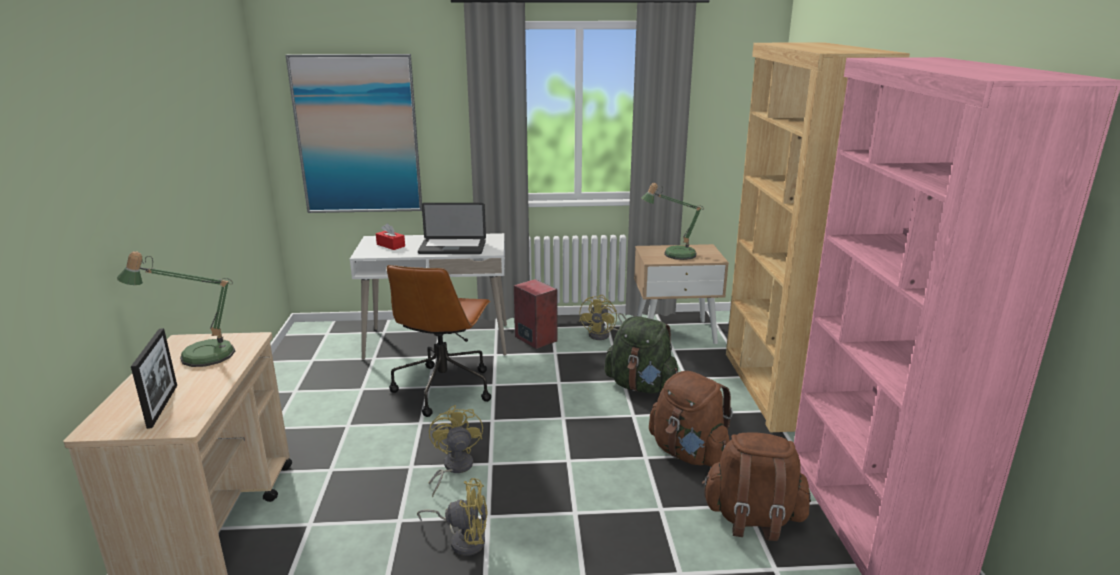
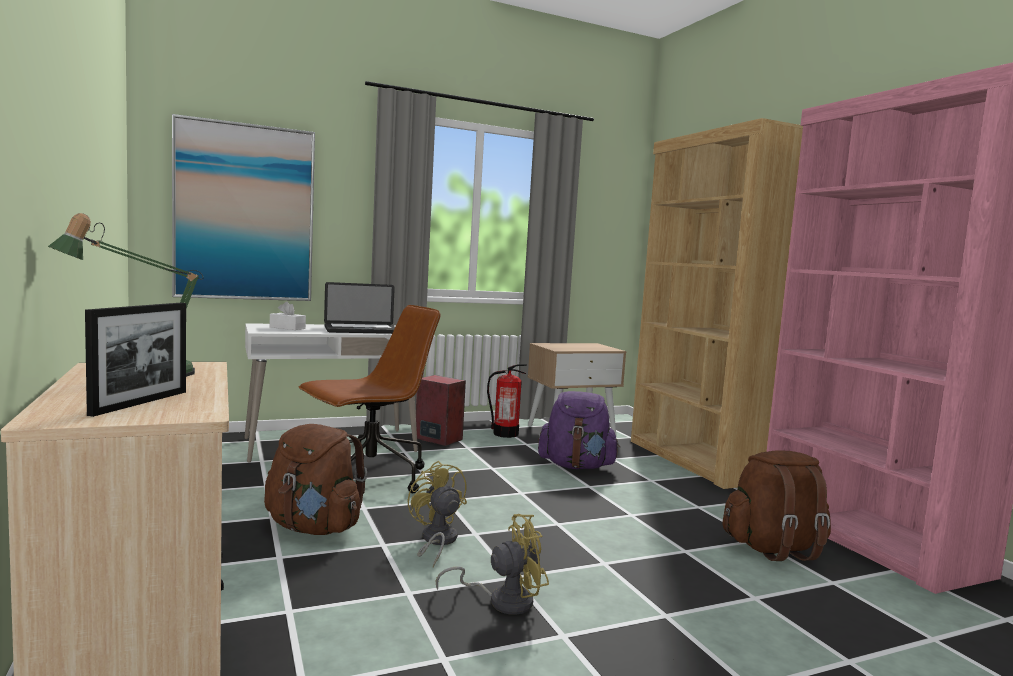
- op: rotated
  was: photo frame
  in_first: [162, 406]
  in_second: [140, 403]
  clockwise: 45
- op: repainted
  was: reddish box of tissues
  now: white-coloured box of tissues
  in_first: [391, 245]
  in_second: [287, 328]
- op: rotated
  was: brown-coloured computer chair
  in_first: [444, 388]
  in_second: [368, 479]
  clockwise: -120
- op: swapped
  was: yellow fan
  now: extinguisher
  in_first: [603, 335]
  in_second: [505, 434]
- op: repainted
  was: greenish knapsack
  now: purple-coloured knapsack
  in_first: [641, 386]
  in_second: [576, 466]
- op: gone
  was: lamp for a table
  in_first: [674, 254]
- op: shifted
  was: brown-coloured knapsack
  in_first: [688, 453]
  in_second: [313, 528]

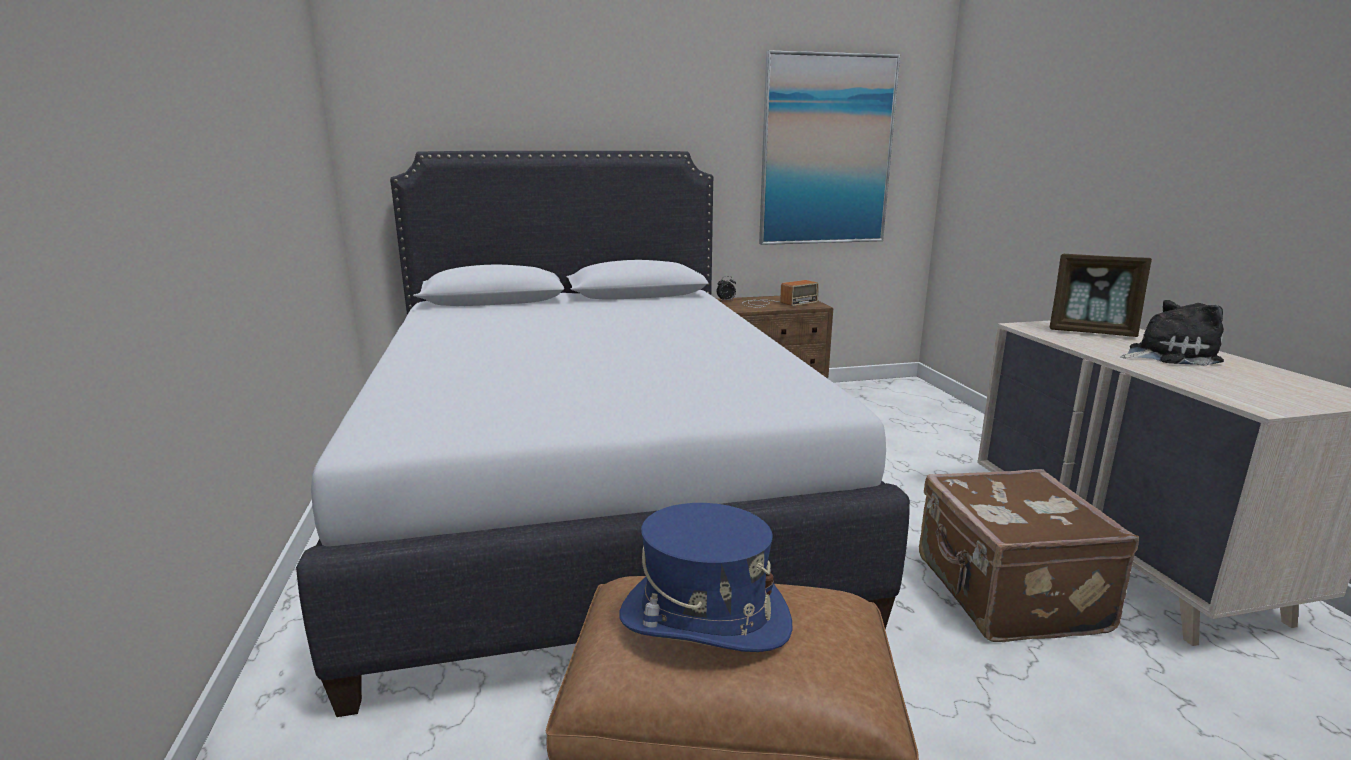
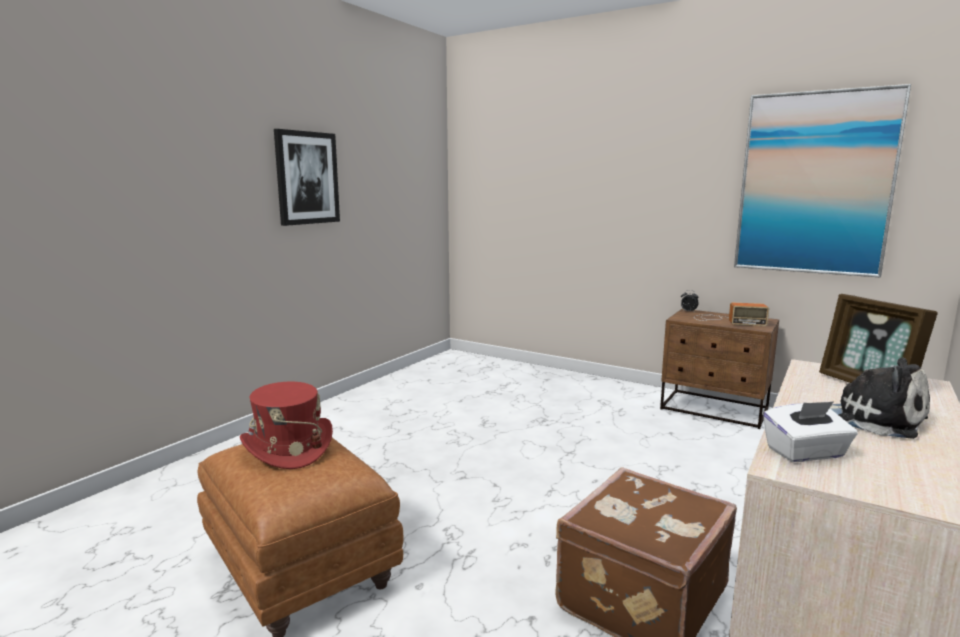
- op: gone
  was: white-coloured bedroom bed
  in_first: [589, 493]
- op: repainted
  was: blue hat
  now: reddish hat
  in_first: [704, 619]
  in_second: [287, 448]
- op: new
  now: wall art
  in_second: [307, 178]
- op: new
  now: white-coloured box of tissues
  in_second: [805, 453]

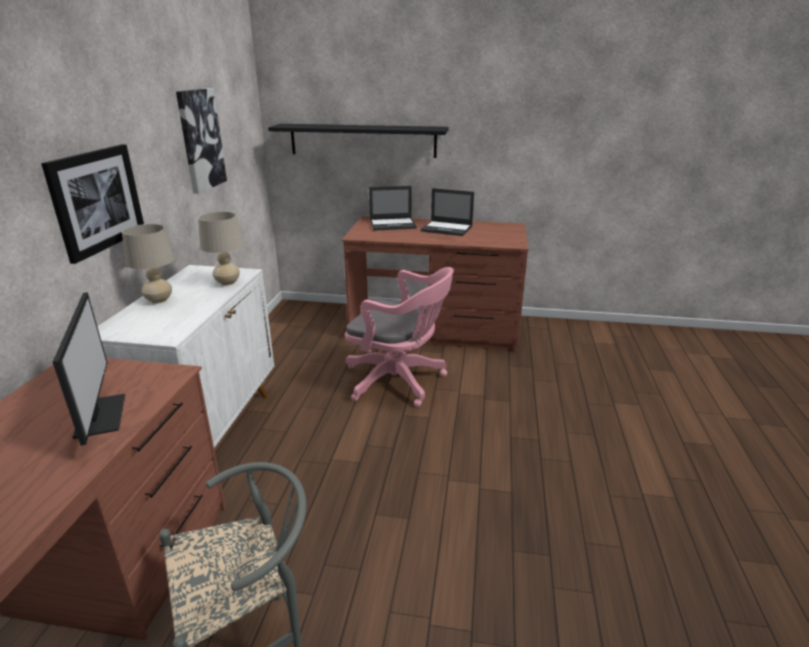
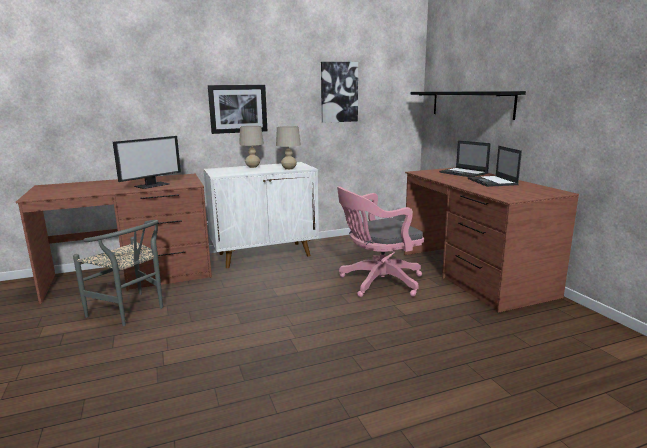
- op: rotated
  was: pinkish computer chair
  in_first: [399, 381]
  in_second: [377, 282]
  clockwise: 75

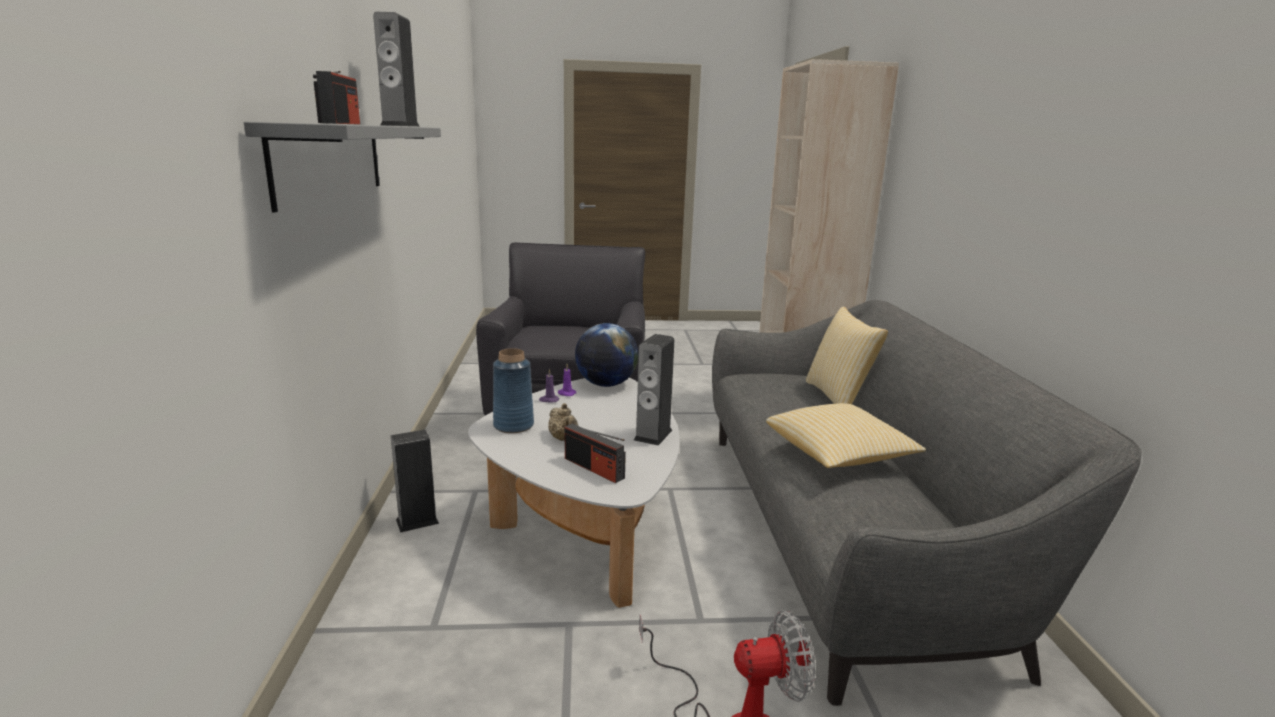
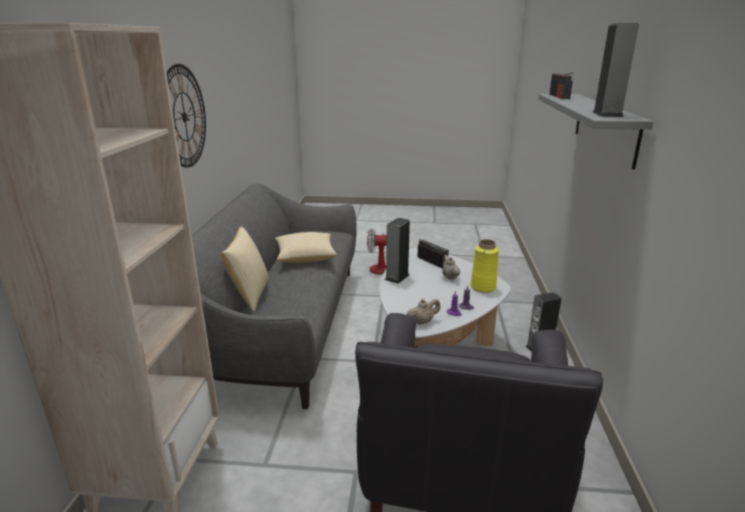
- op: repainted
  was: blue flower vase
  now: yellow flower vase
  in_first: [513, 425]
  in_second: [483, 287]
- op: swapped
  was: desk globe
  now: sand-coloured teapot
  in_first: [606, 384]
  in_second: [422, 322]
- op: new
  now: wall clock
  in_second: [184, 117]

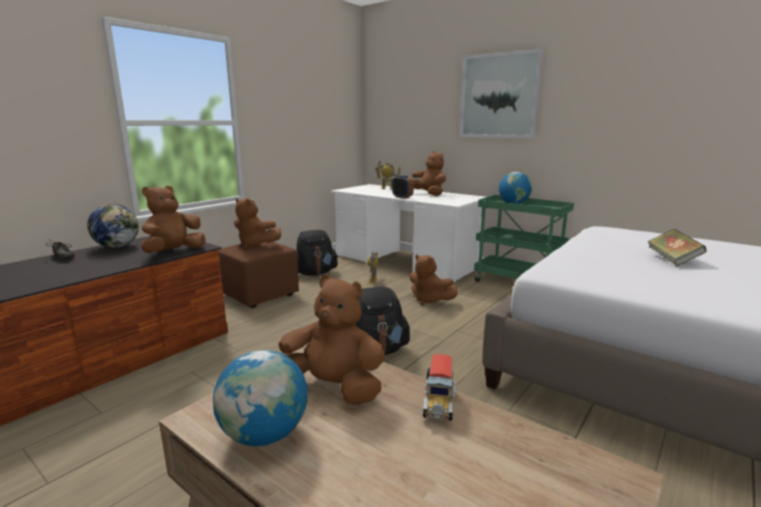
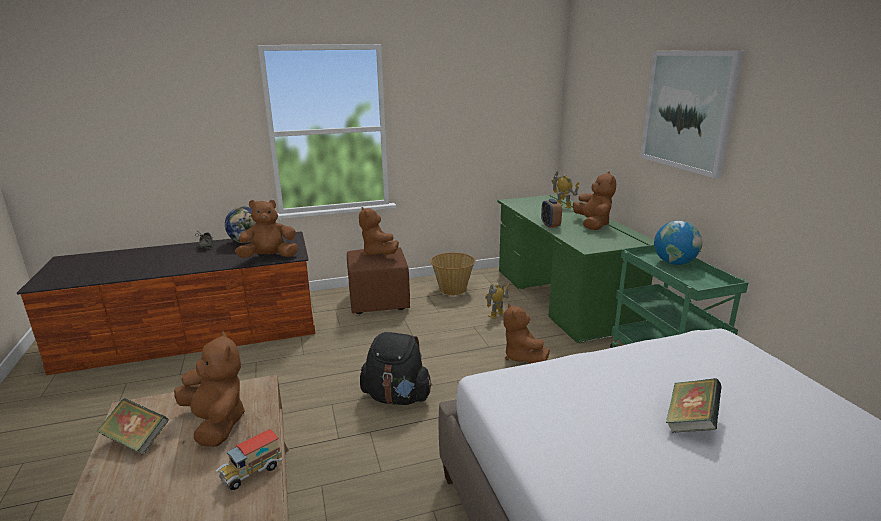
- op: swapped
  was: desk globe
  now: volume
  in_first: [264, 435]
  in_second: [137, 440]
- op: swapped
  was: black knapsack
  now: household basket
  in_first: [315, 273]
  in_second: [452, 289]
- op: repainted
  was: white-coloured desk unit
  now: greenish desk unit
  in_first: [406, 261]
  in_second: [563, 298]

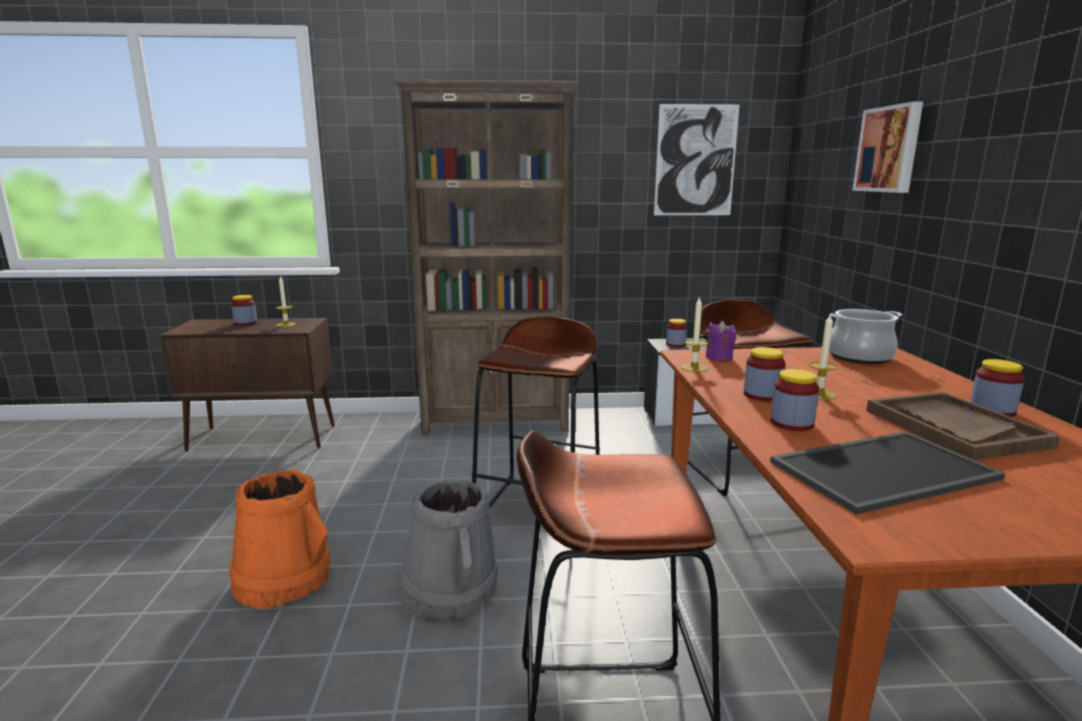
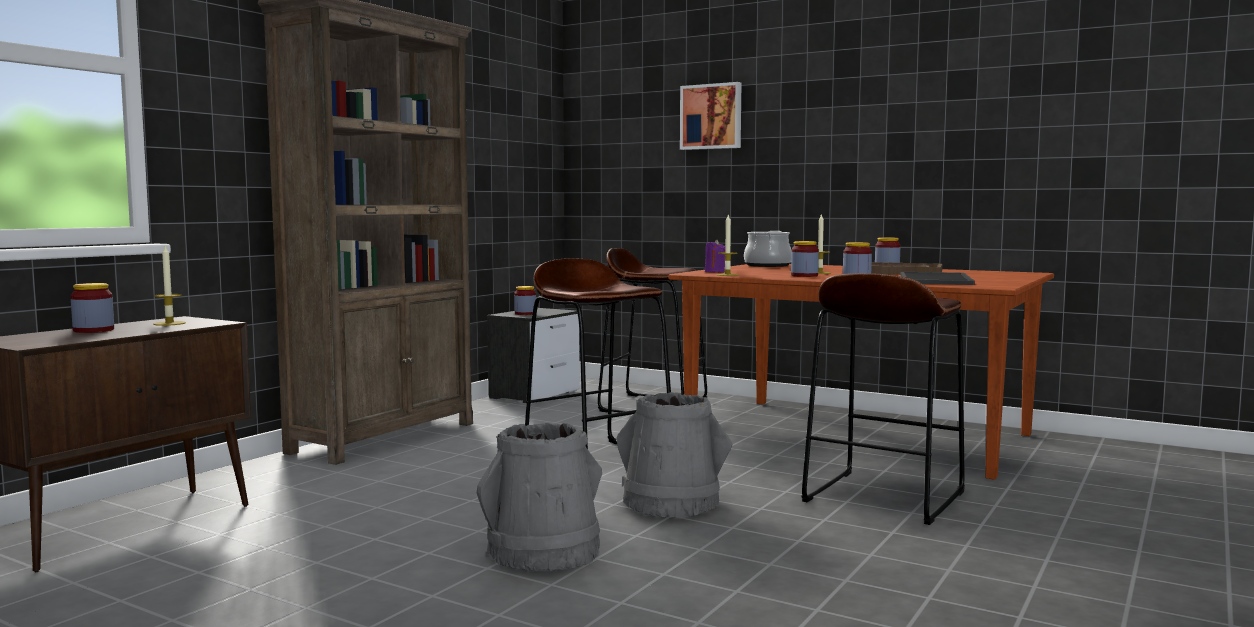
- op: repainted
  was: orange water bucket
  now: greyish water bucket
  in_first: [283, 578]
  in_second: [544, 552]
- op: gone
  was: wall art
  in_first: [695, 161]

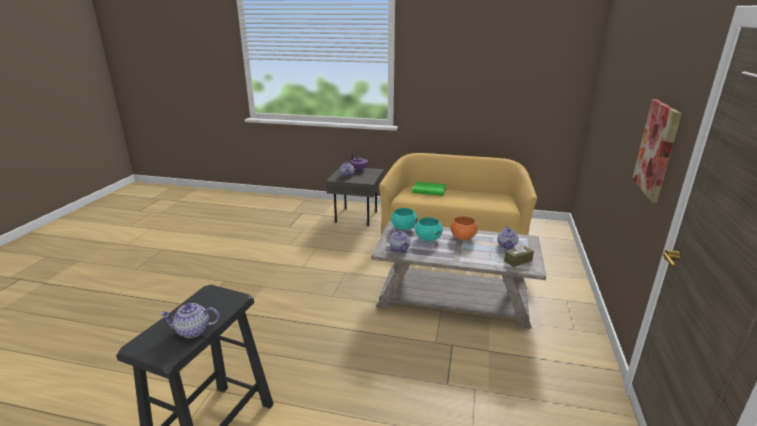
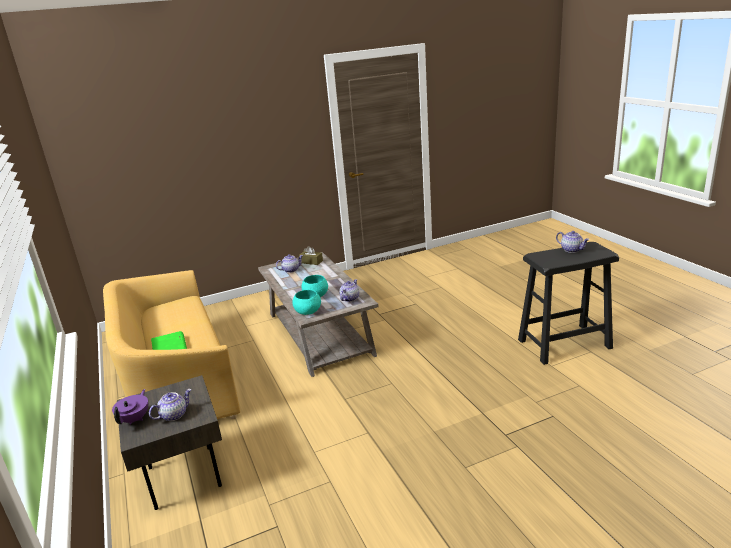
- op: gone
  was: orange bowl
  in_first: [462, 237]
- op: gone
  was: wall art
  in_first: [657, 149]

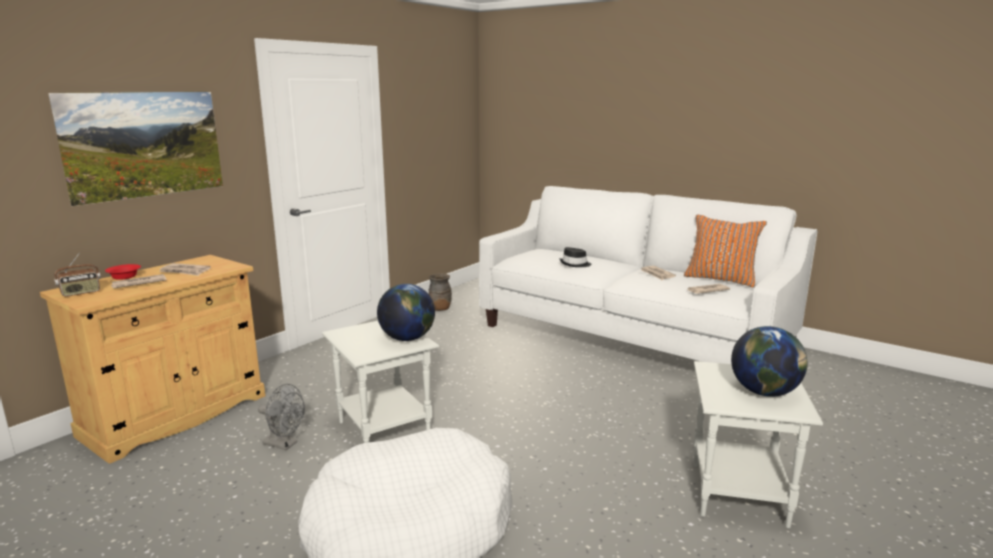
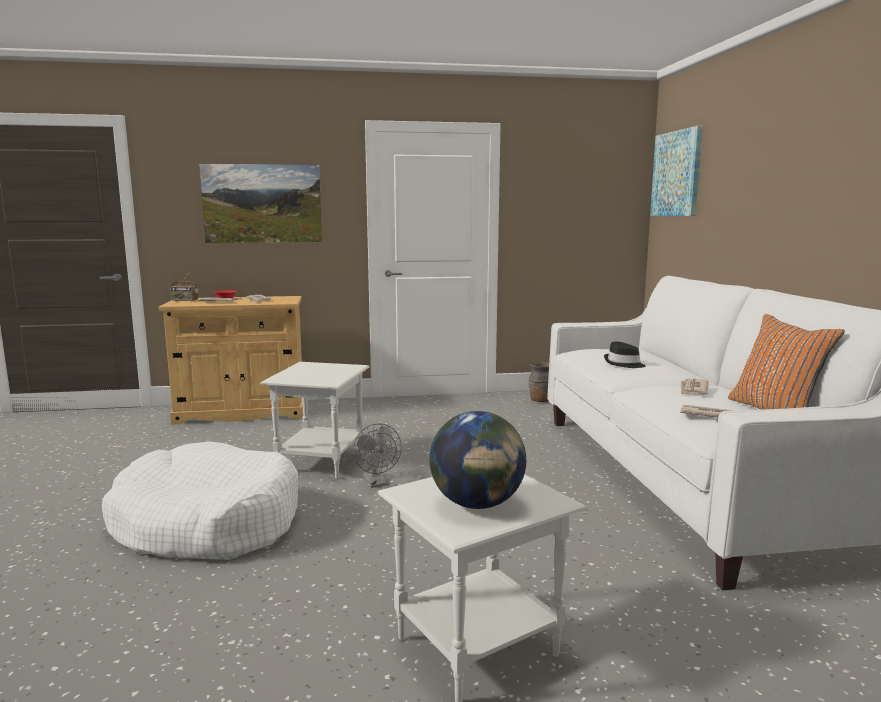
- op: shifted
  was: greyish fan
  in_first: [284, 444]
  in_second: [377, 483]
- op: gone
  was: desk globe
  in_first: [407, 338]
- op: new
  now: wall art
  in_second: [677, 174]

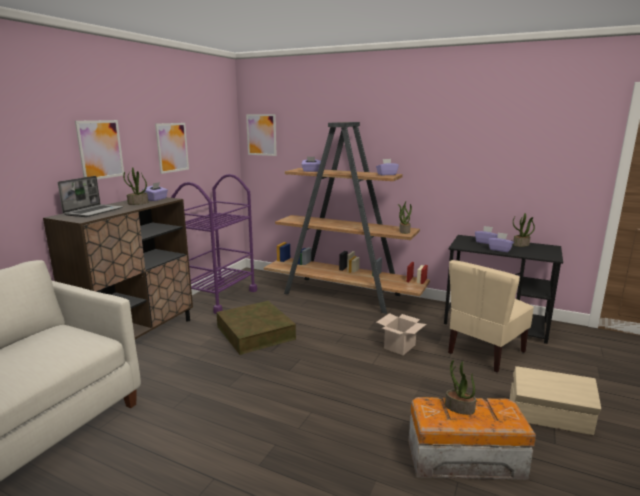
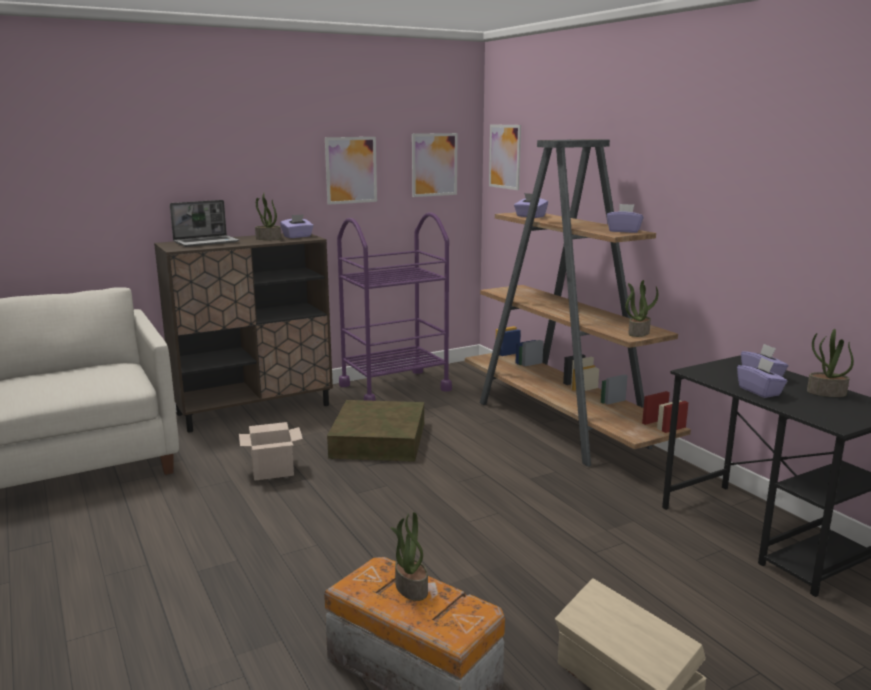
- op: shifted
  was: wall art
  in_first: [100, 149]
  in_second: [434, 164]
- op: shifted
  was: packing box
  in_first: [399, 346]
  in_second: [274, 470]
- op: gone
  was: sand-coloured chair
  in_first: [484, 352]

